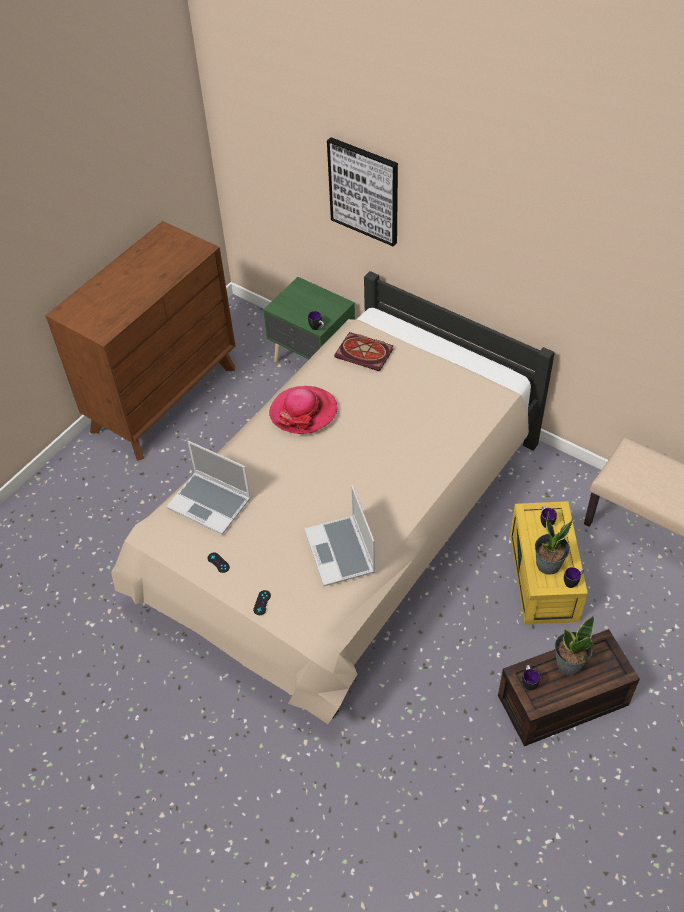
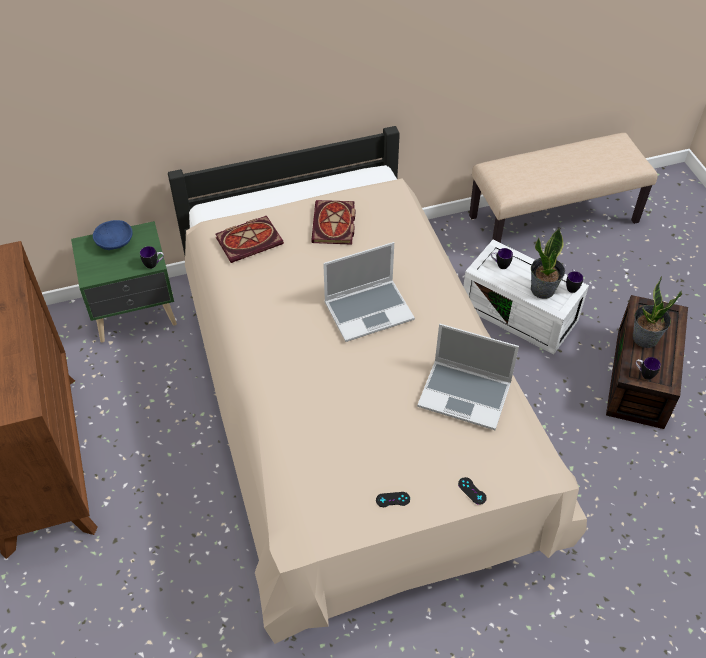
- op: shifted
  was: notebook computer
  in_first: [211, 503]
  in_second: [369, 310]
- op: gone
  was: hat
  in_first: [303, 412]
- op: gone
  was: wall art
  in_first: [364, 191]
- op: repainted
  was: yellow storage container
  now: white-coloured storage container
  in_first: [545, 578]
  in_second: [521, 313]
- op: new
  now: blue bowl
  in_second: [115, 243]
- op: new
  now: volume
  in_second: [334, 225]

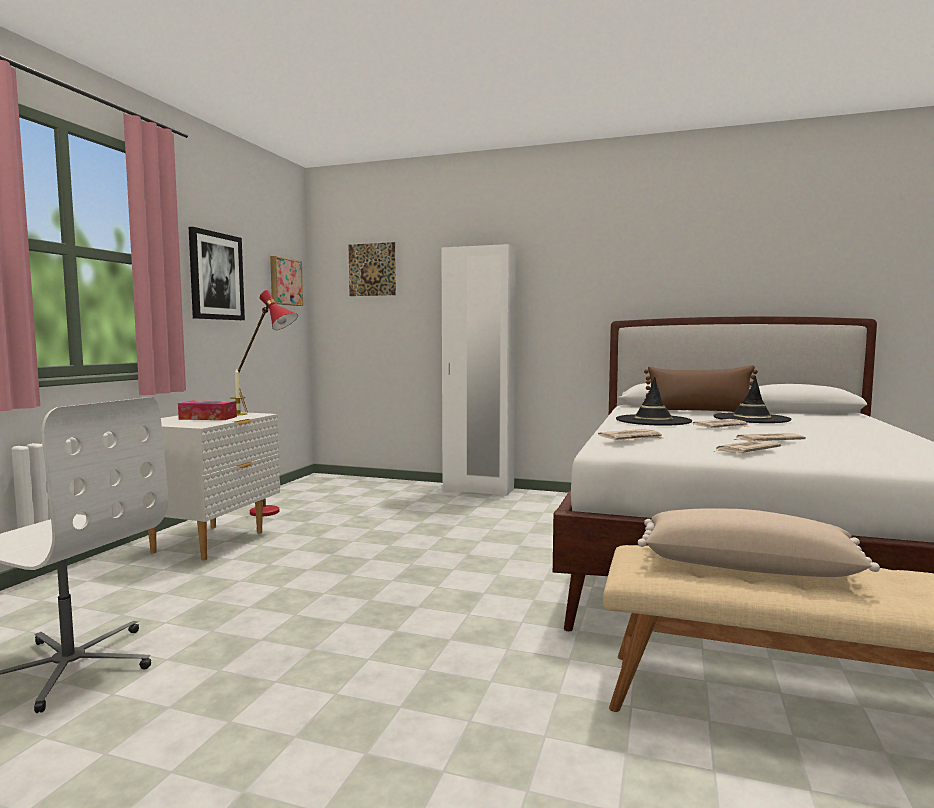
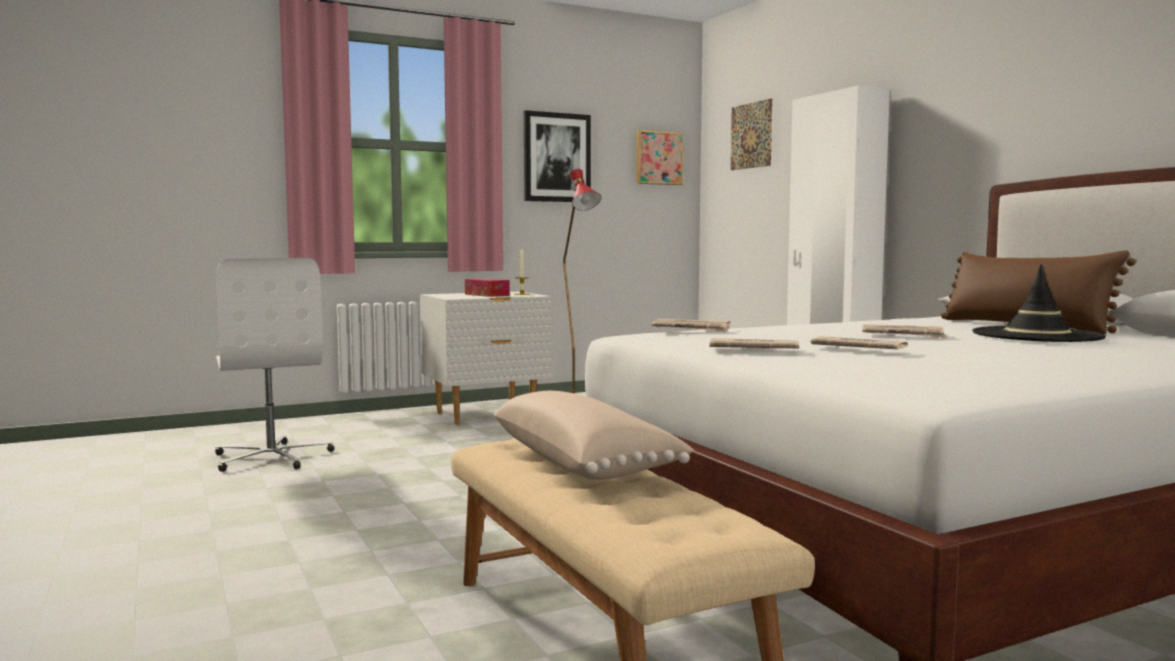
- op: gone
  was: black hat
  in_first: [653, 421]

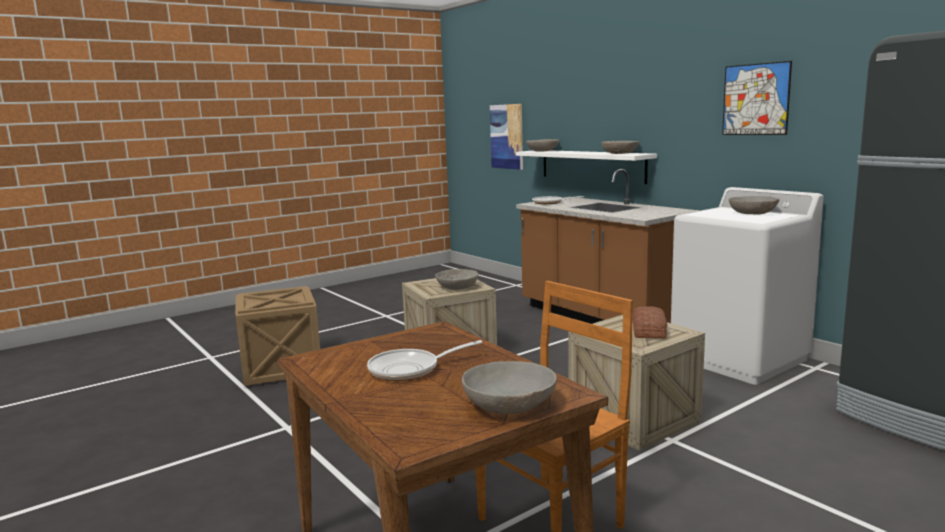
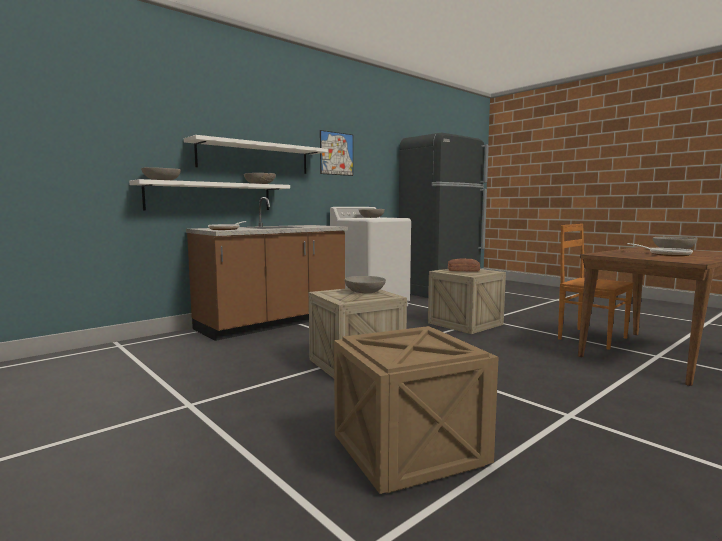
- op: gone
  was: wall art
  in_first: [507, 136]
- op: new
  now: white-coloured bracket shelf
  in_second: [254, 158]

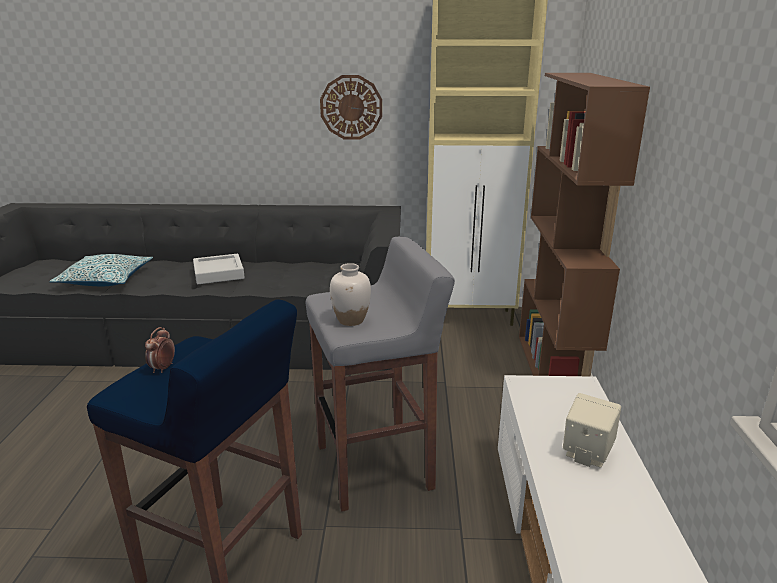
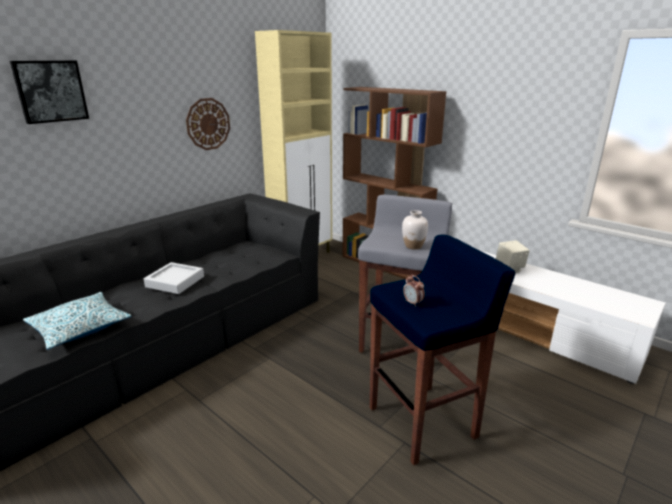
- op: new
  now: wall art
  in_second: [50, 91]

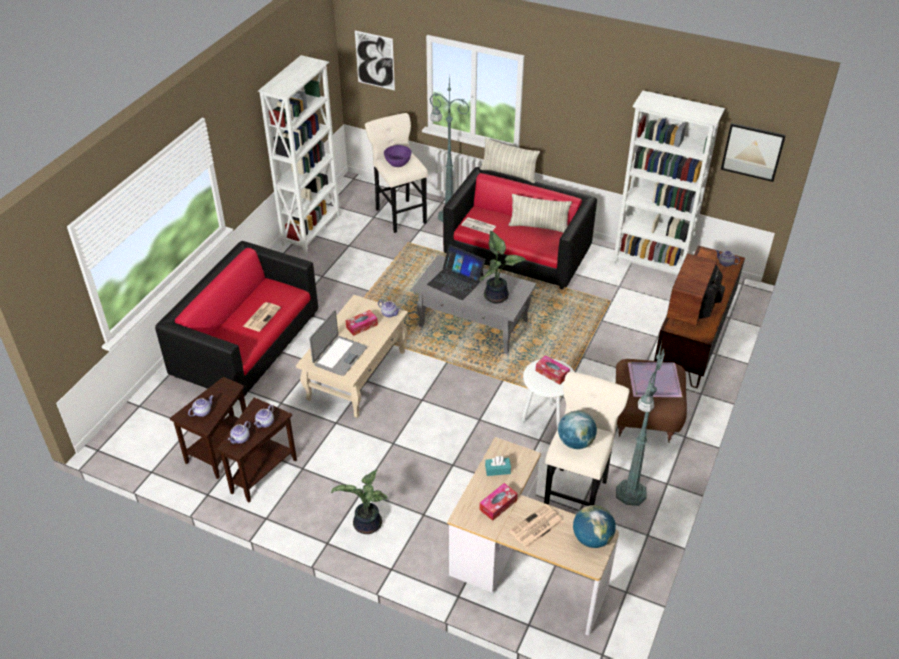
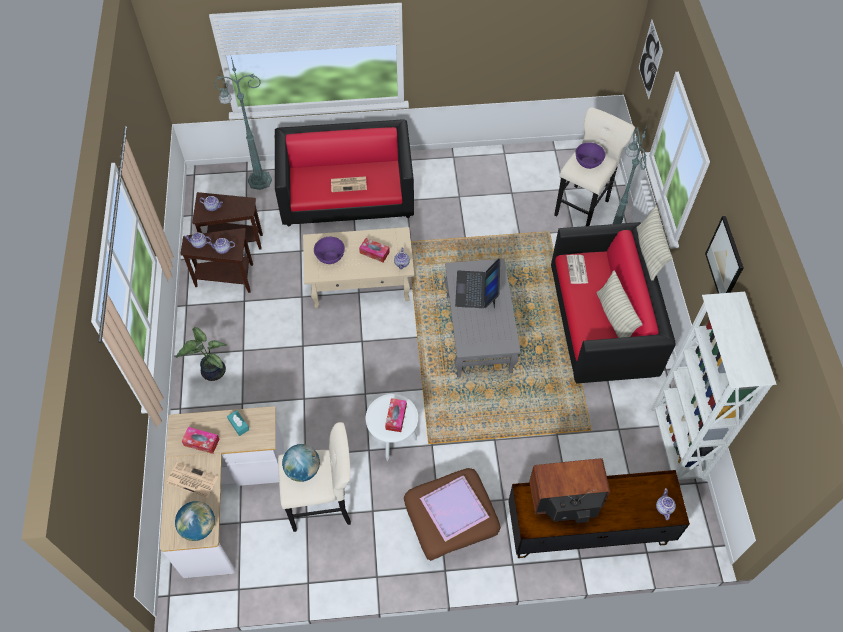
- op: gone
  was: white-coloured bookcase
  in_first: [312, 230]
- op: swapped
  was: notebook computer
  now: purple-coloured bowl
  in_first: [339, 356]
  in_second: [330, 257]
- op: gone
  was: houseplant
  in_first: [497, 295]
- op: shifted
  was: greenish floor lamp
  in_first: [630, 494]
  in_second: [258, 180]
- op: shifted
  was: wall art
  in_first: [752, 151]
  in_second: [725, 260]

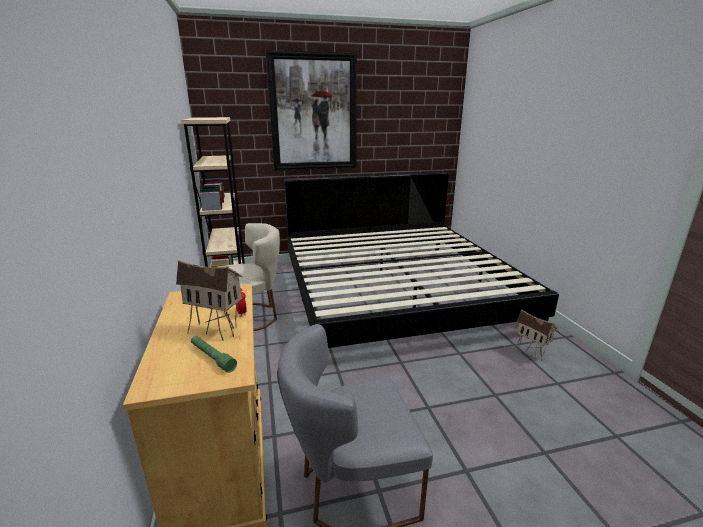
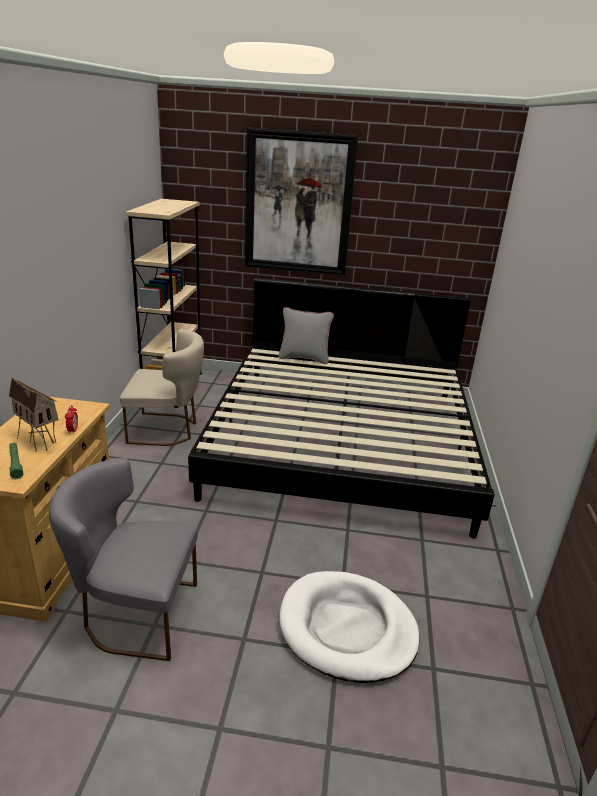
- op: gone
  was: miniature house
  in_first: [530, 353]
- op: new
  now: greyish cushion
  in_second: [304, 358]
- op: new
  now: white-coloured pet bed
  in_second: [347, 629]

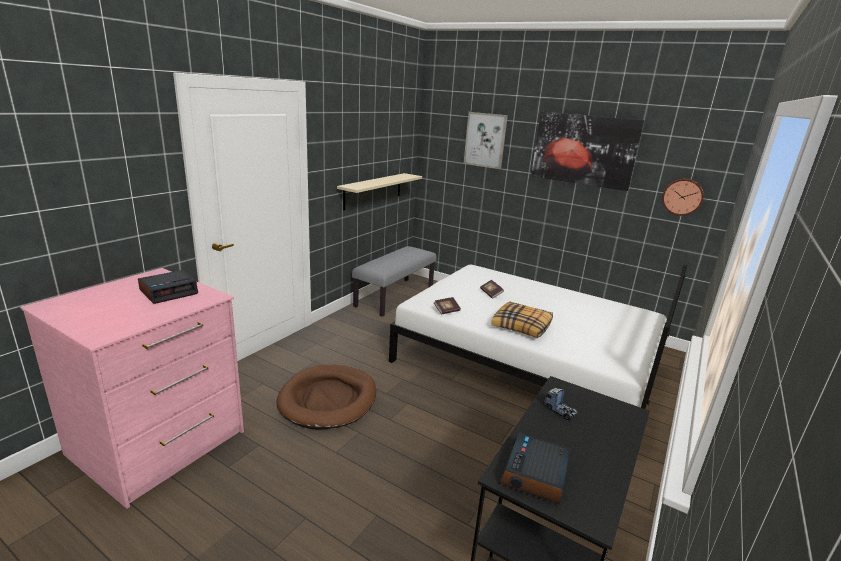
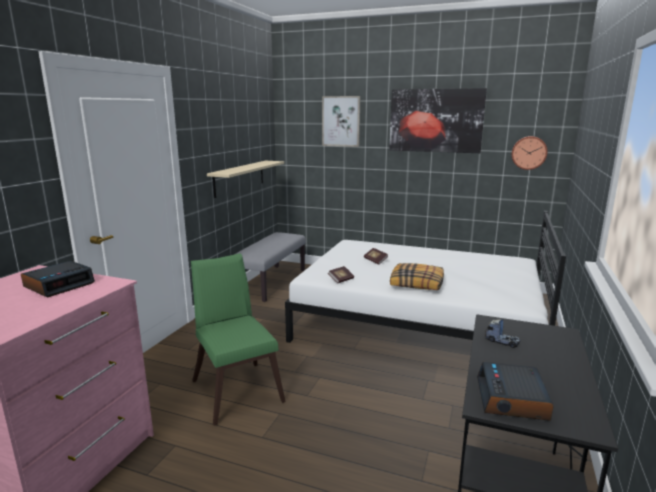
- op: swapped
  was: brown-coloured pet bed
  now: greenish chair
  in_first: [328, 399]
  in_second: [236, 387]

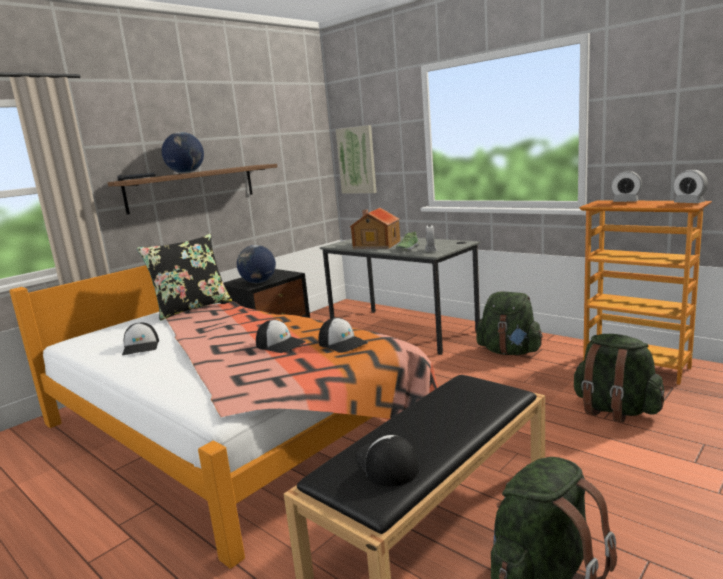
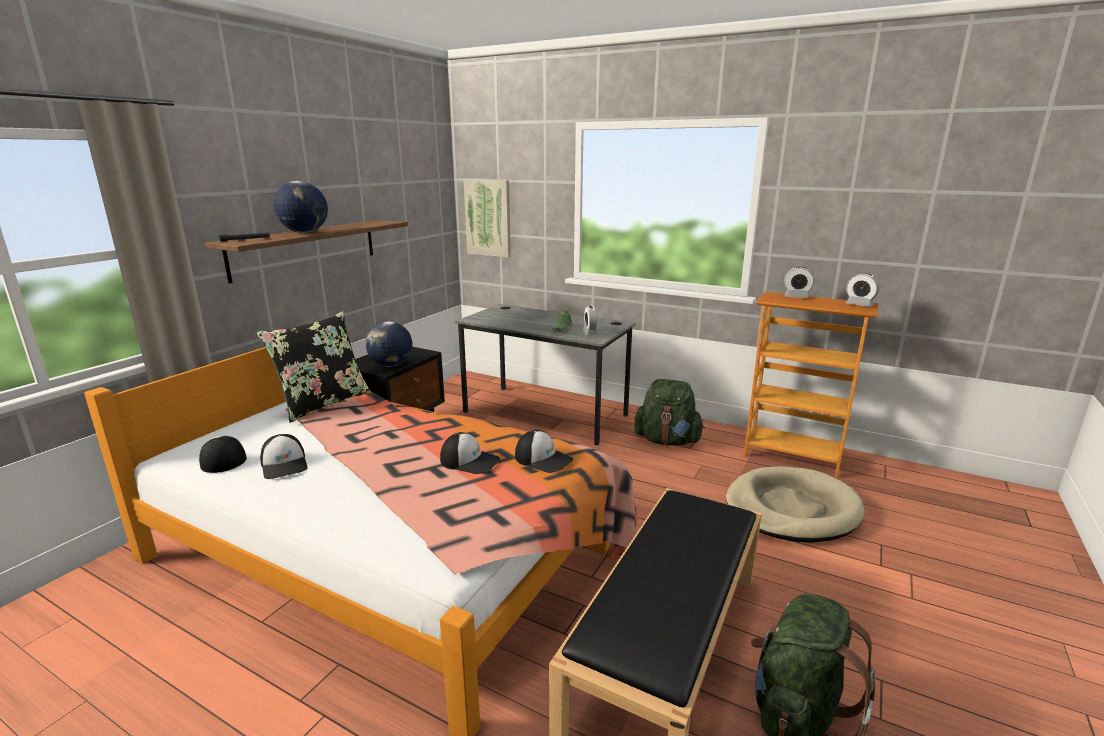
- op: gone
  was: miniature house
  in_first: [375, 245]
- op: shifted
  was: cap
  in_first: [386, 464]
  in_second: [222, 458]
- op: swapped
  was: greenish knapsack
  now: sand-coloured pet bed
  in_first: [614, 410]
  in_second: [791, 509]

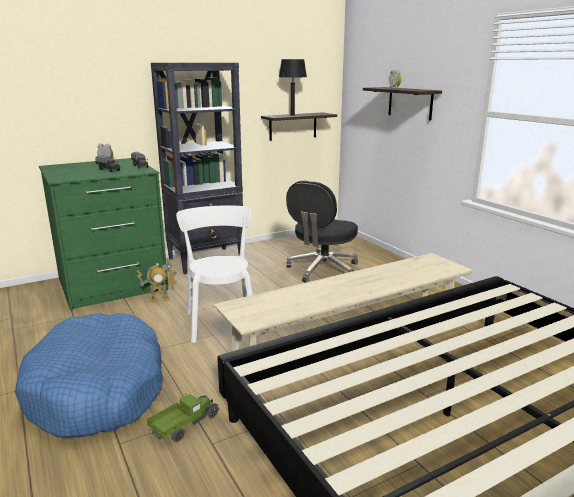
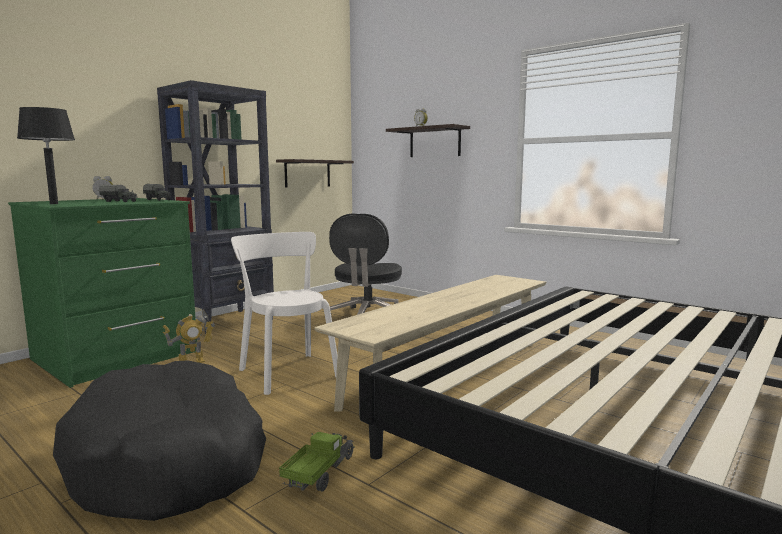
- op: repainted
  was: blue pet bed
  now: black pet bed
  in_first: [98, 390]
  in_second: [170, 460]
- op: shifted
  was: black lamp for a table
  in_first: [292, 115]
  in_second: [53, 203]

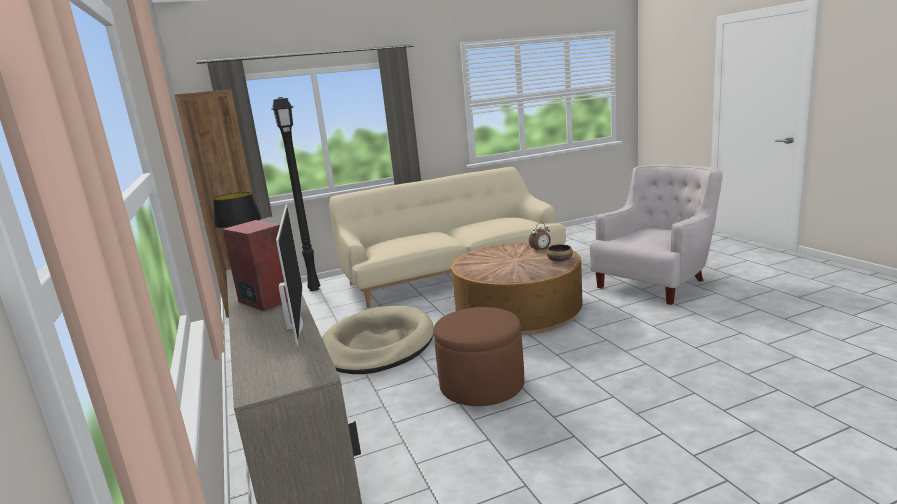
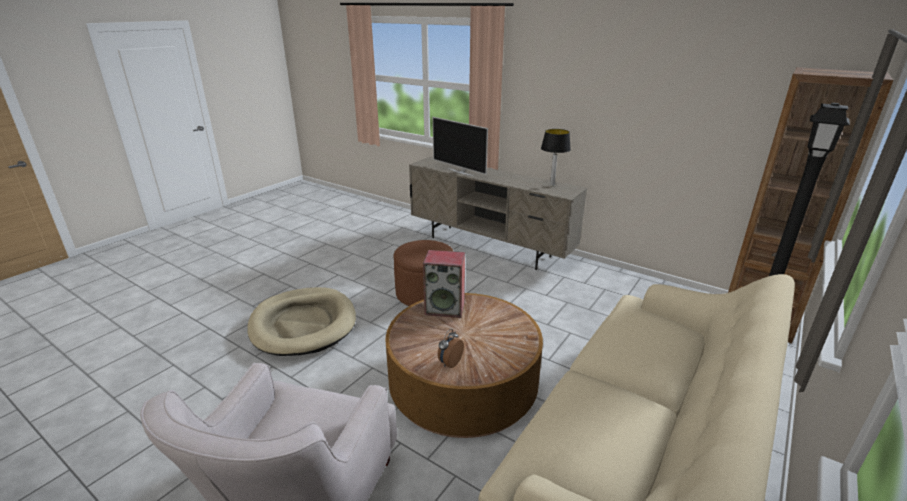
- op: shifted
  was: audio speaker
  in_first: [266, 300]
  in_second: [445, 308]
- op: shifted
  was: sand-coloured pet bed
  in_first: [378, 345]
  in_second: [303, 324]
- op: gone
  was: bowl
  in_first: [560, 260]

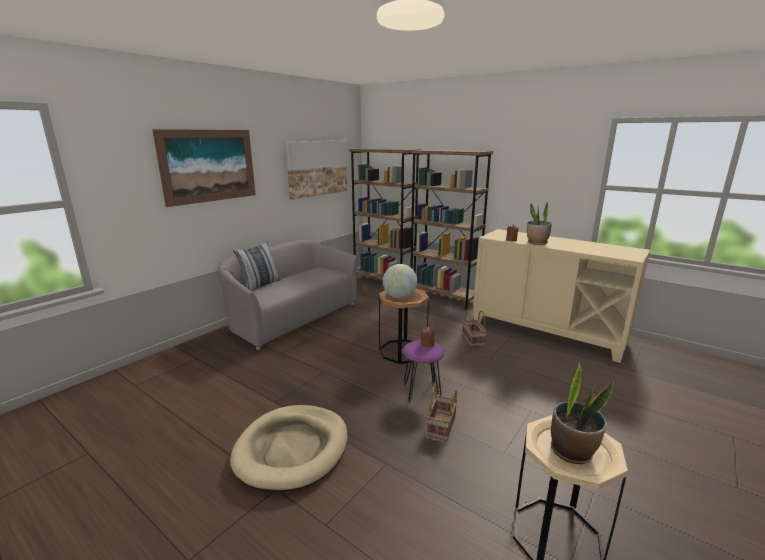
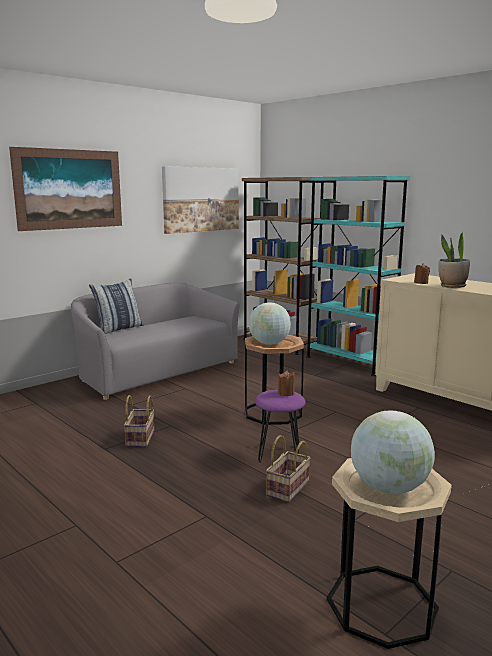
- op: gone
  was: sand-coloured pet bed
  in_first: [292, 449]
- op: repainted
  was: brown-coloured bookcase
  now: turquoise-coloured bookcase
  in_first: [443, 297]
  in_second: [349, 362]
- op: shifted
  was: household basket
  in_first: [473, 340]
  in_second: [141, 438]
- op: swapped
  was: houseplant
  now: desk globe
  in_first: [572, 451]
  in_second: [388, 488]

